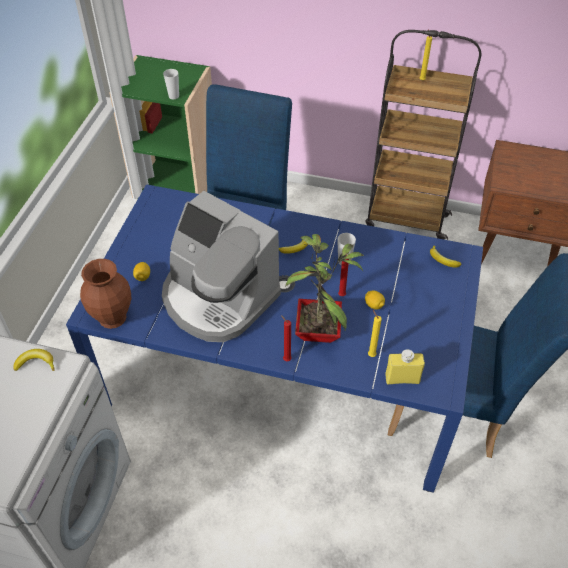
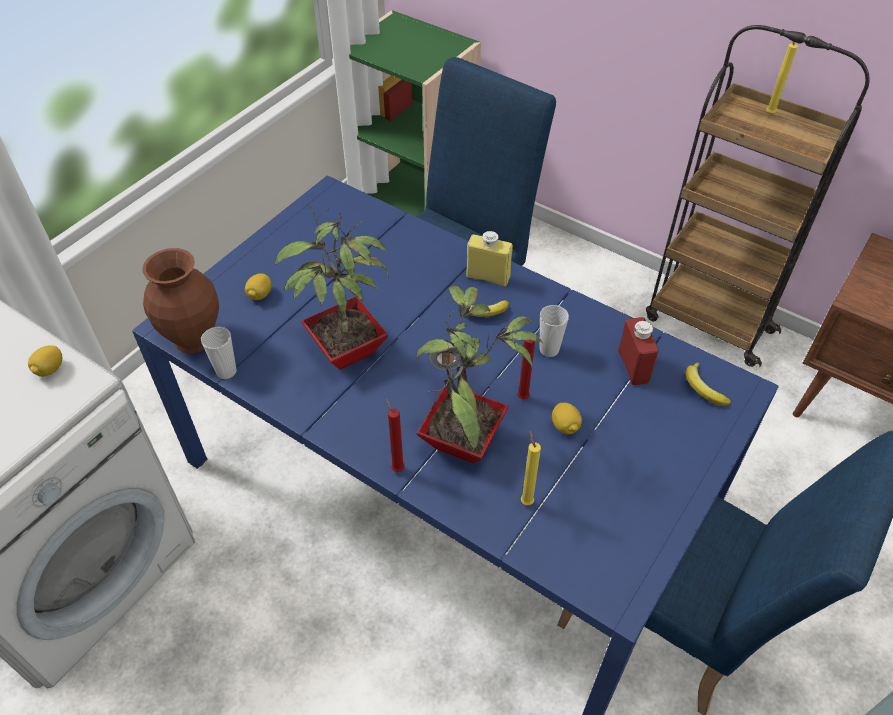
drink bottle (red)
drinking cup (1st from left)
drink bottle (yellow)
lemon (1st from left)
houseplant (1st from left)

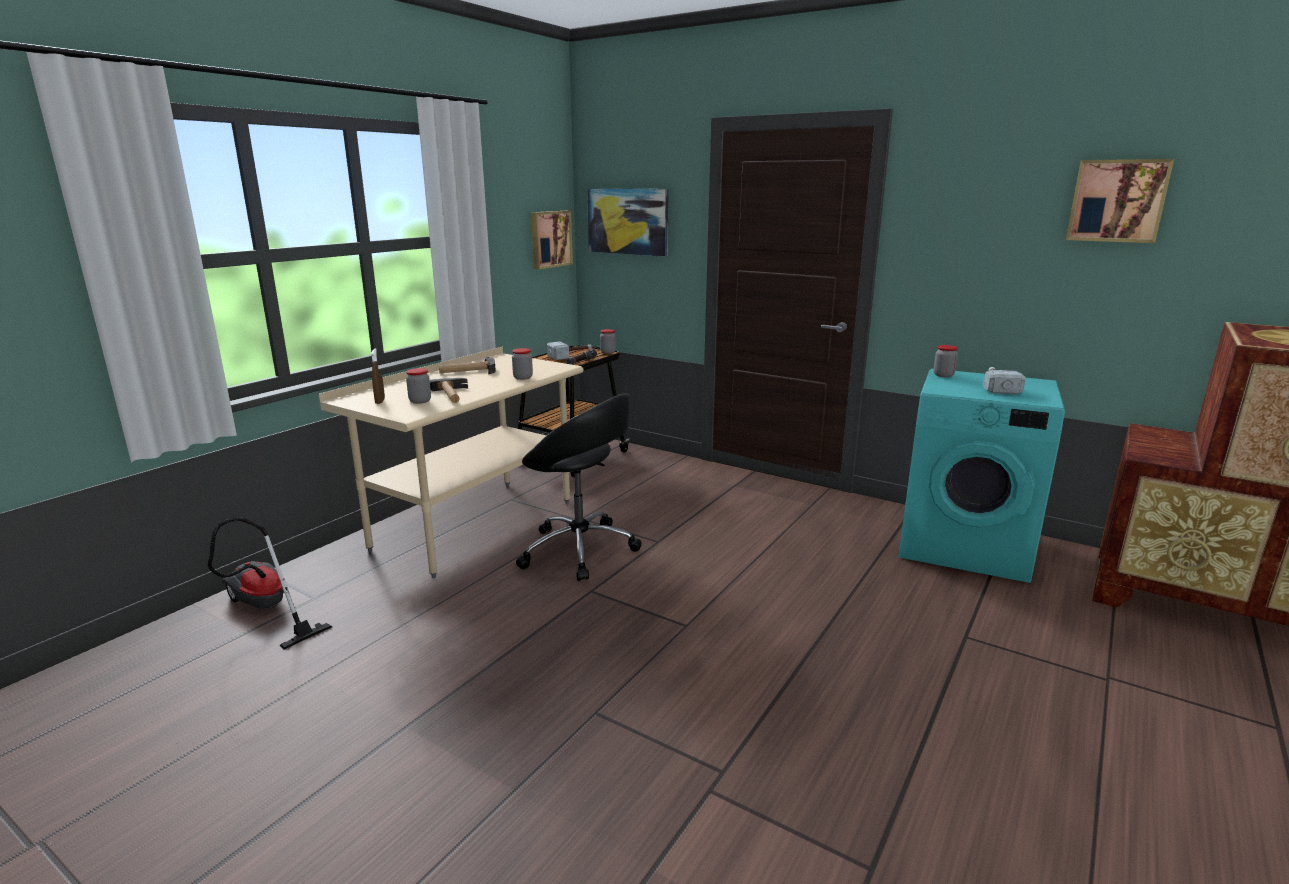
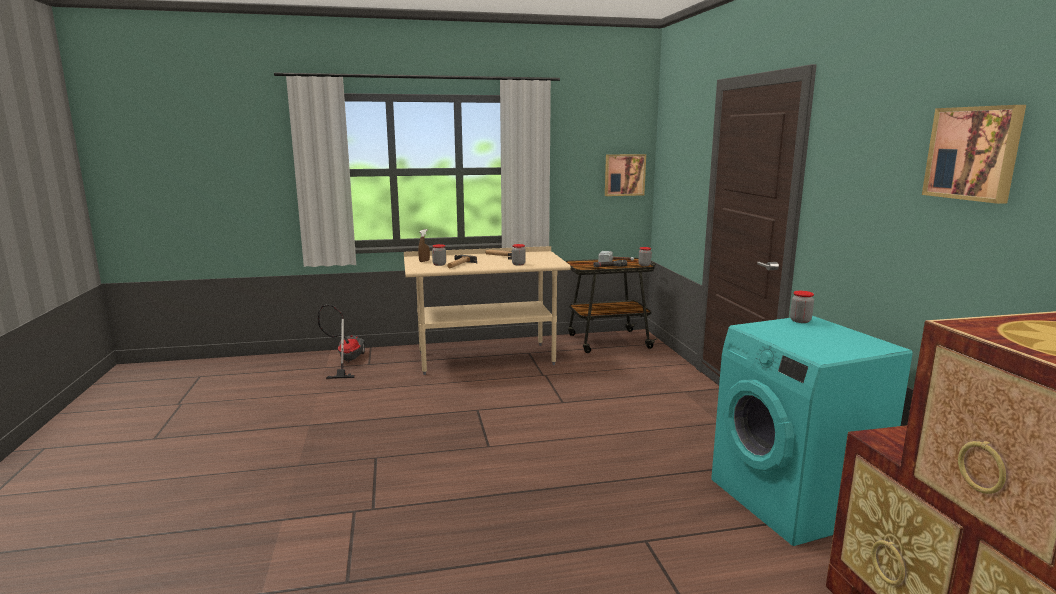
computer chair (black-coloured)
wall picture (2nd from left in the first image)
hammer (4th from left in the first image)

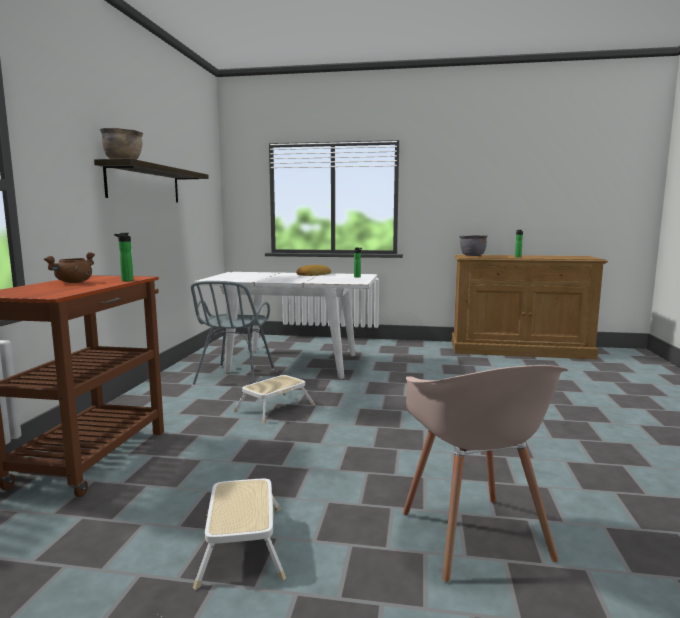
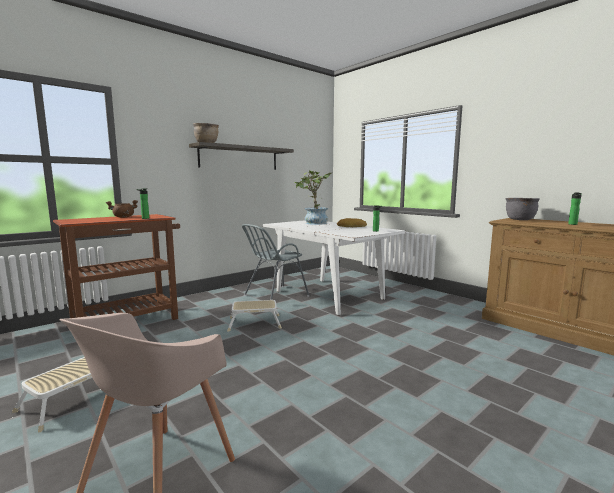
houseplant

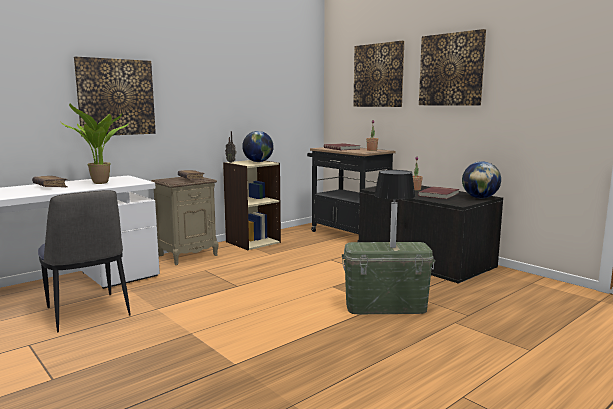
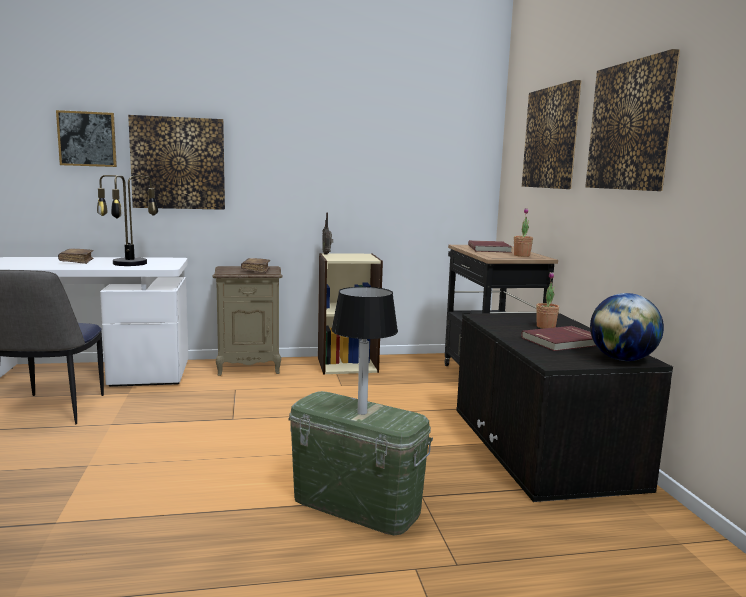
world globe (1st from left in the first image)
wall picture (1st from left)
tabletop lamp (1st from left)

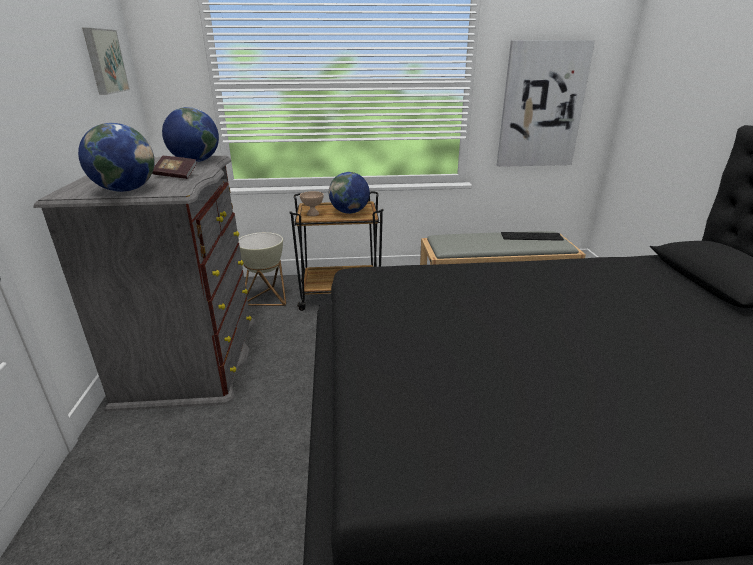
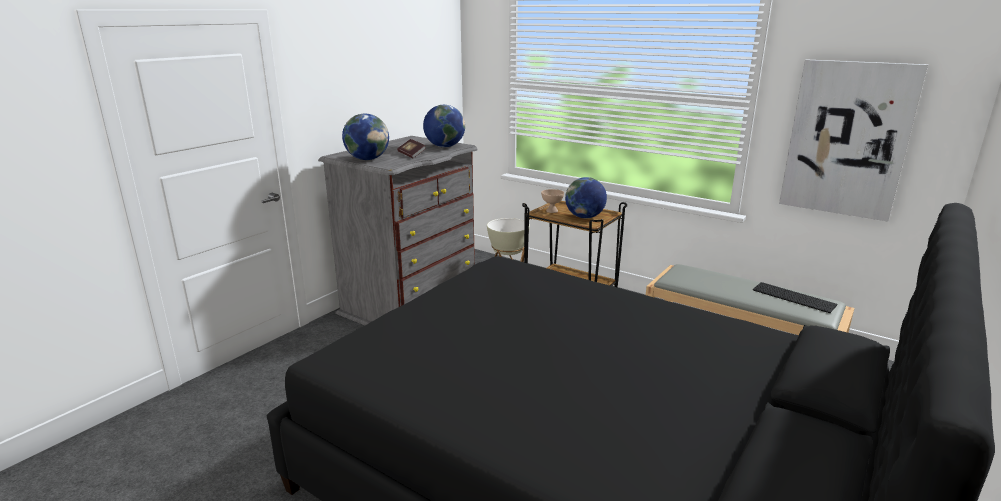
wall picture (1st from left in the first image)

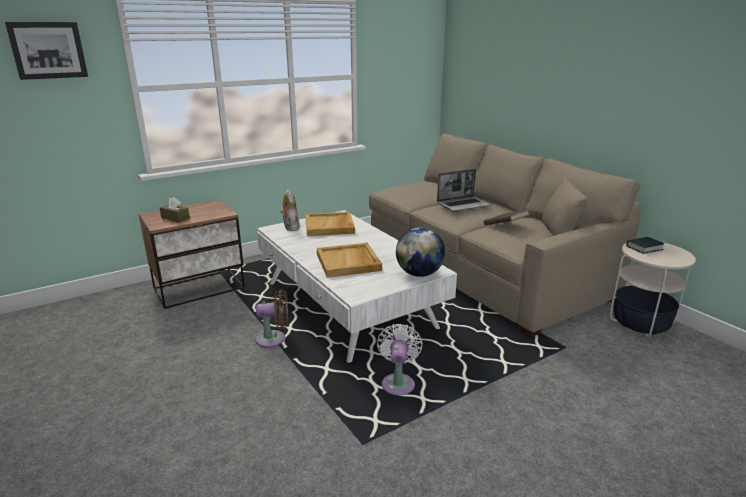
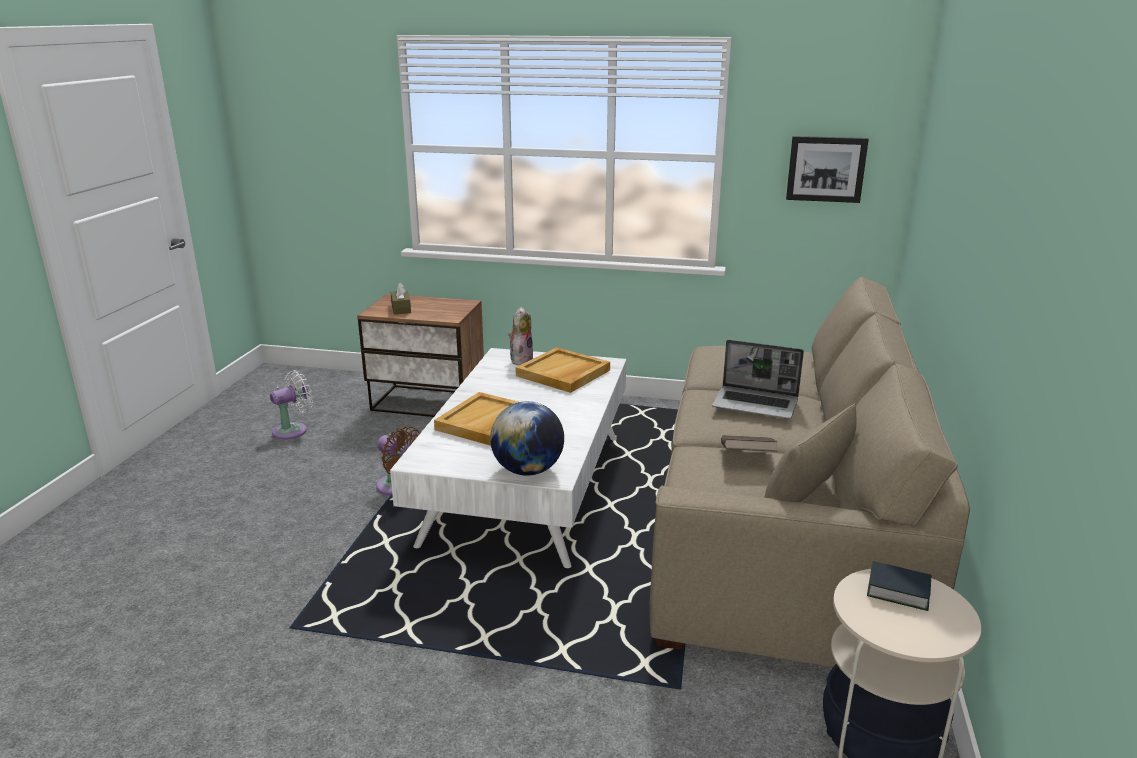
wall picture
fan (white-coloured)

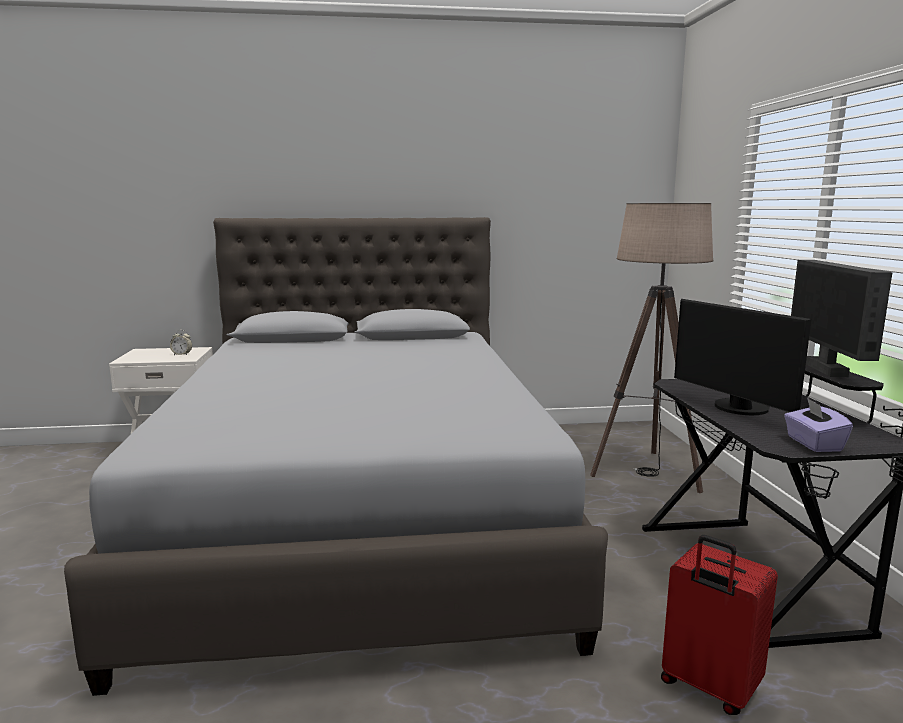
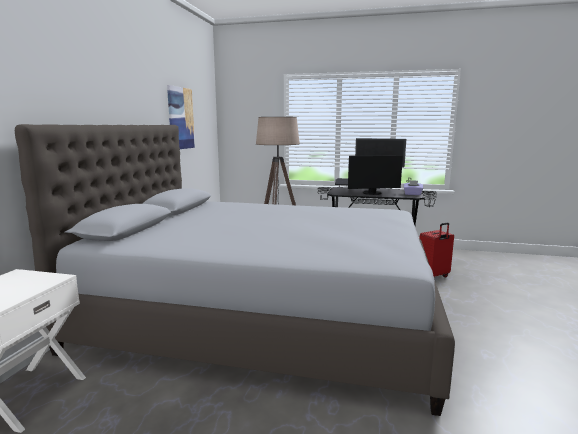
alarm clock
wall picture

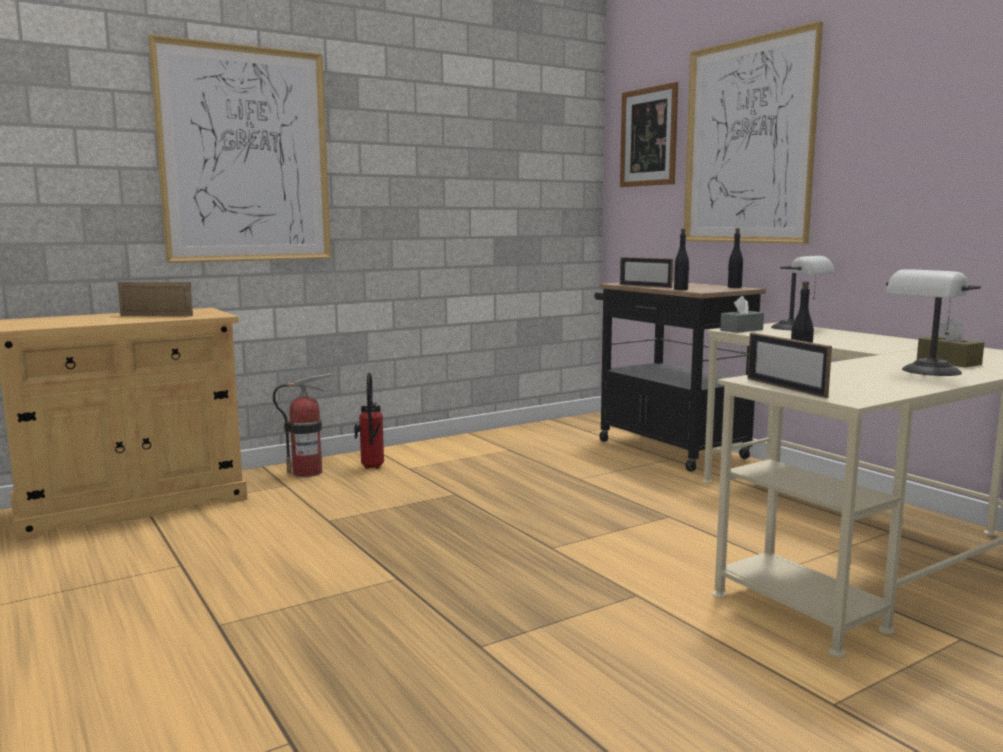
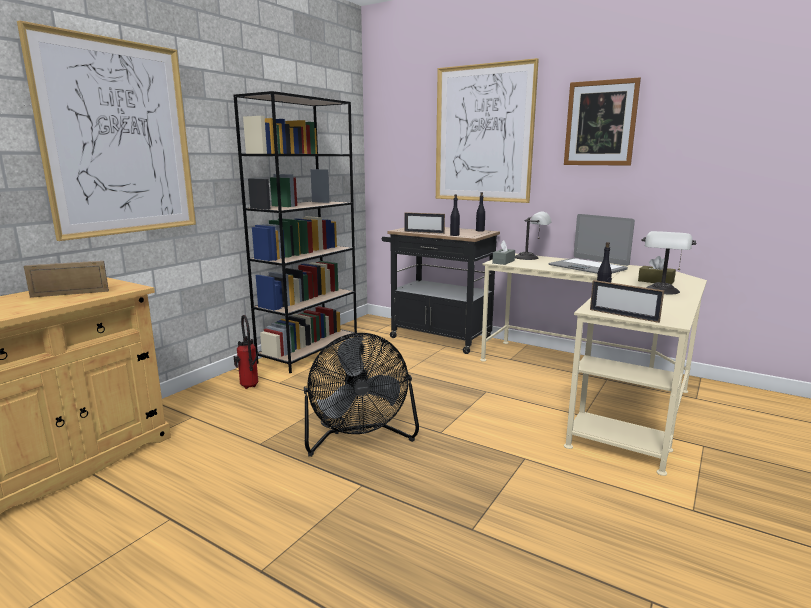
fire extinguisher (1st from left in the first image)
bookshelf (beige)
fan (black-coloured)
laptop
wall picture (3rd from left)

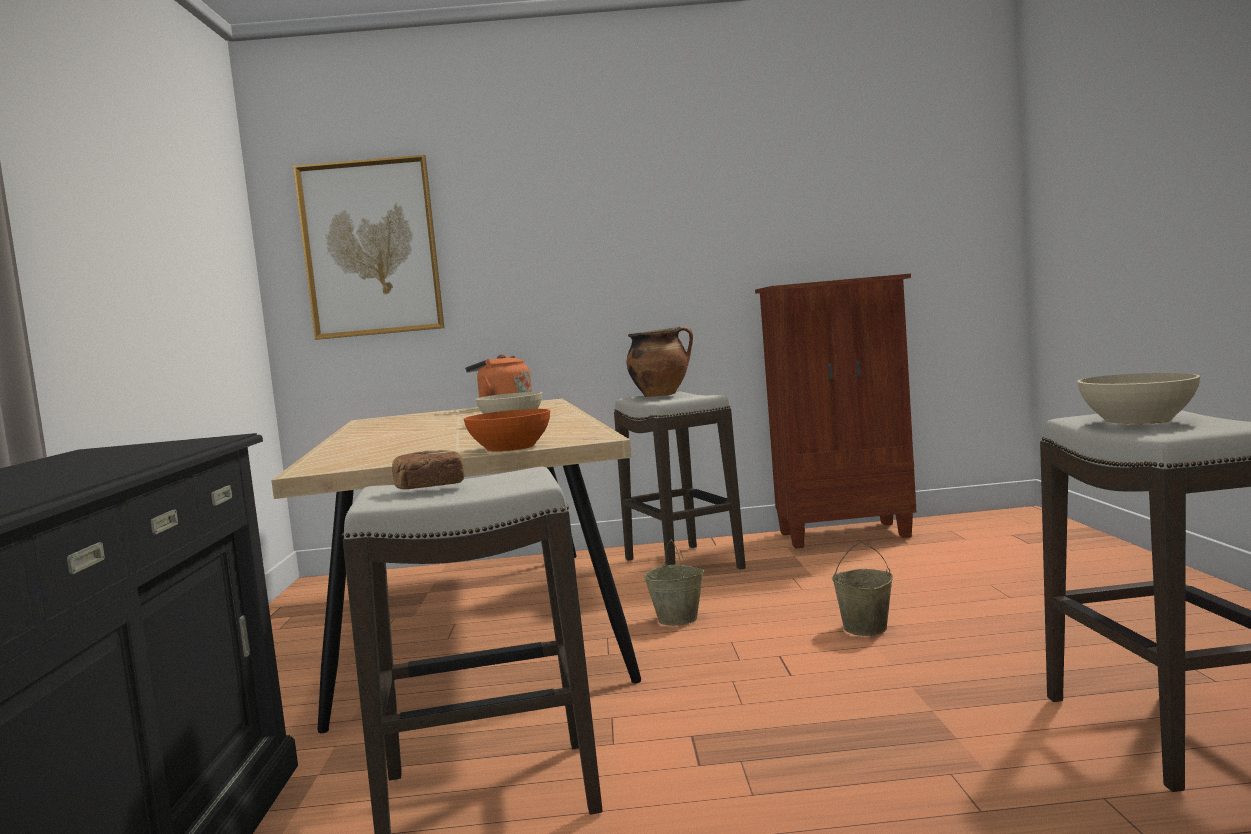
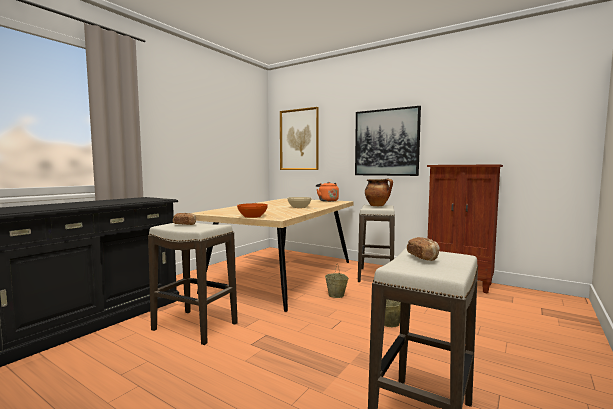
wall picture (2nd from left)
baked bread (2nd from left)

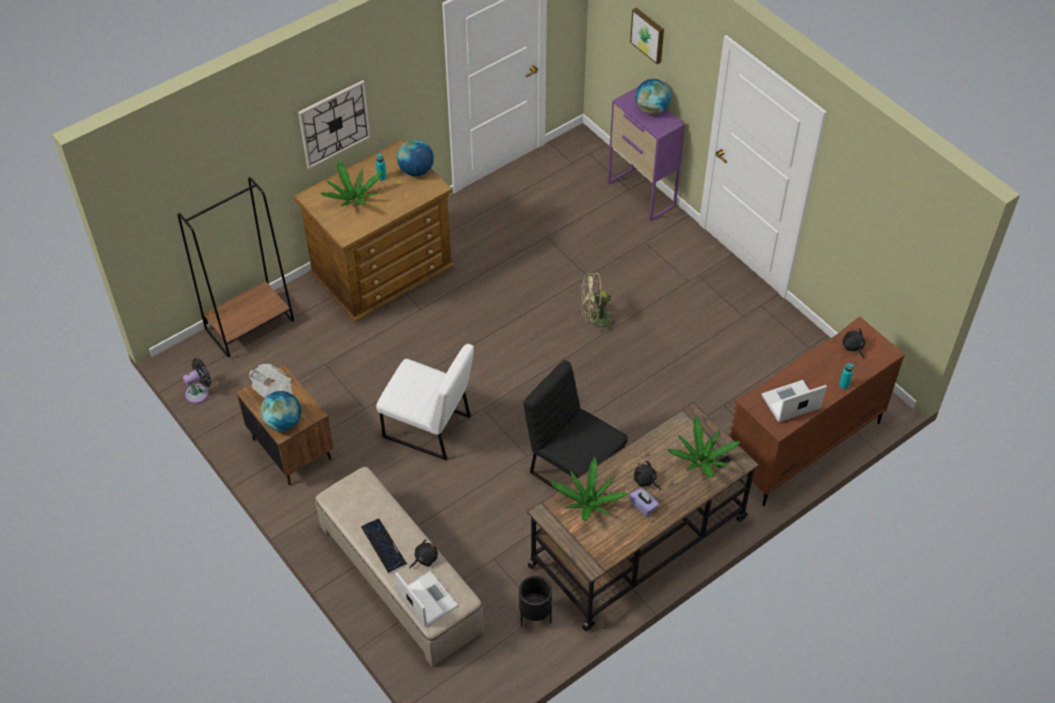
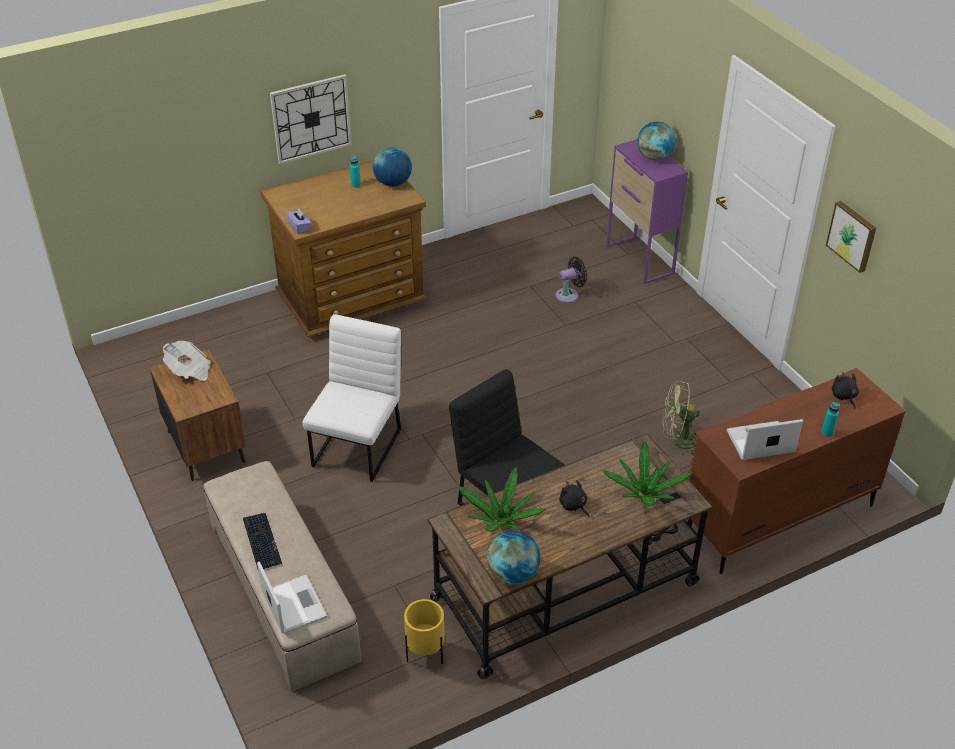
clothes rack
houseplant (1st from left in the first image)
cuddly toy (black-coloured) (1st from left in the first image)
fan (black-coloured)
world globe (2nd from left)
fan (green)
tissue box (purple-coloured)
wall picture
planter (yellow)
chair (white-coloured)

